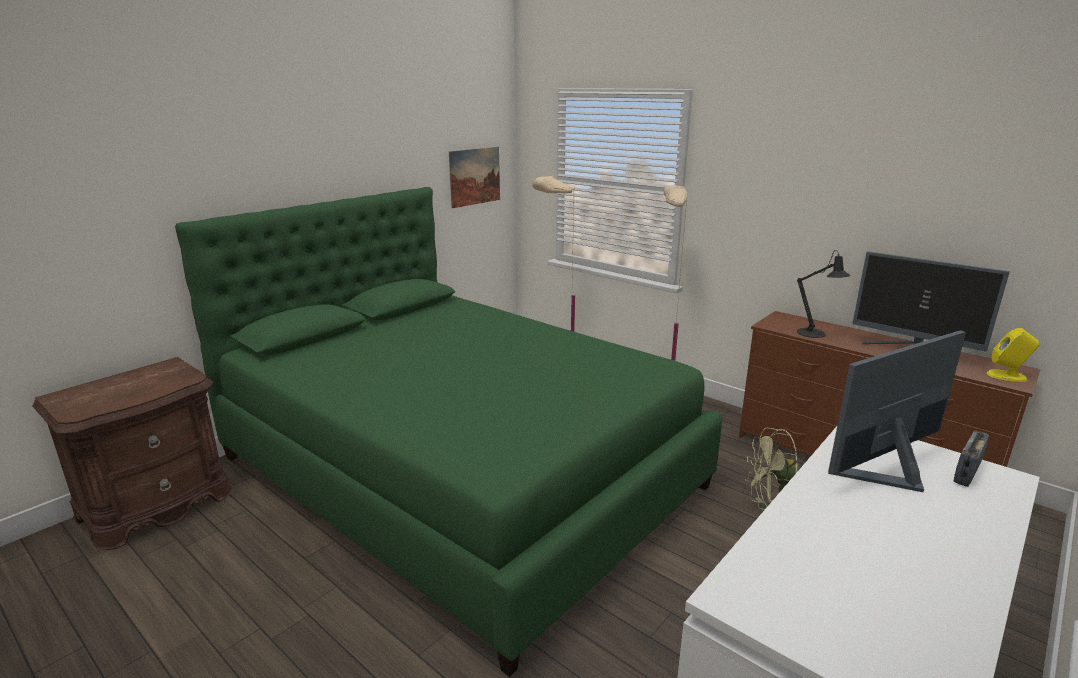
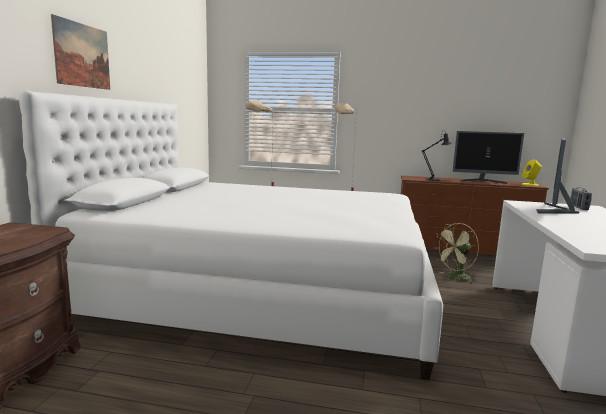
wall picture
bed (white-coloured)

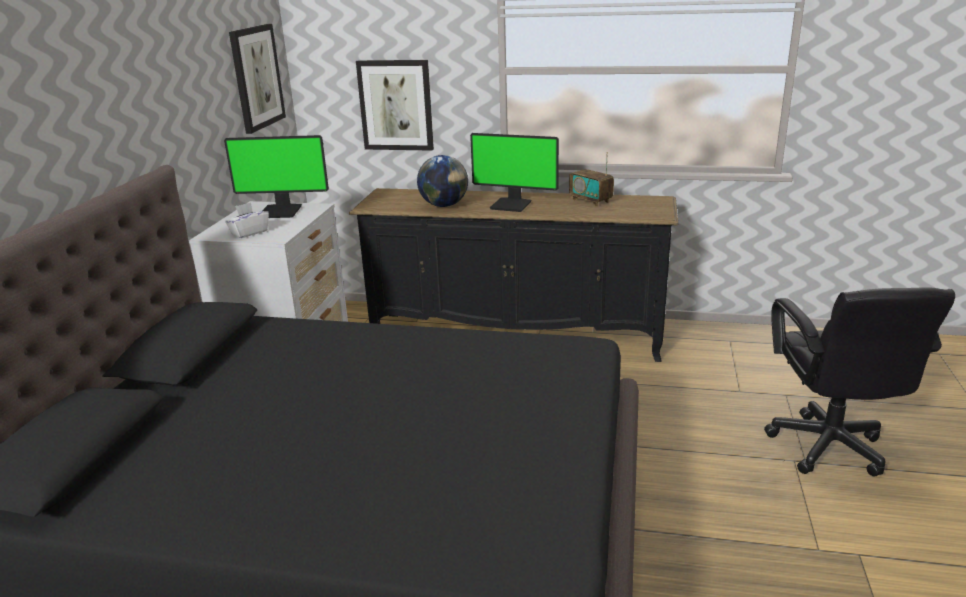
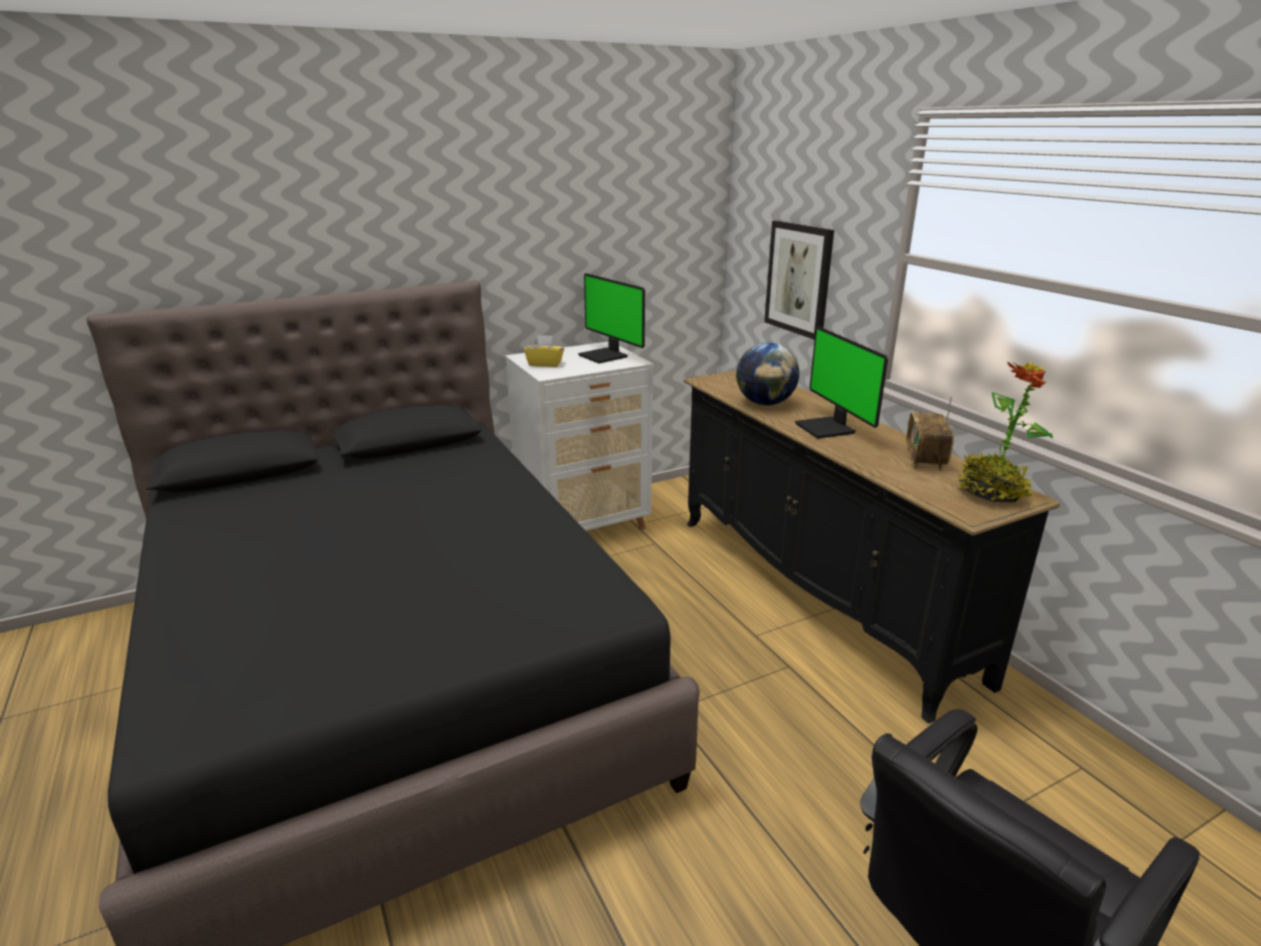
wall picture (1st from left in the first image)
houseplant
tissue box (yellow)

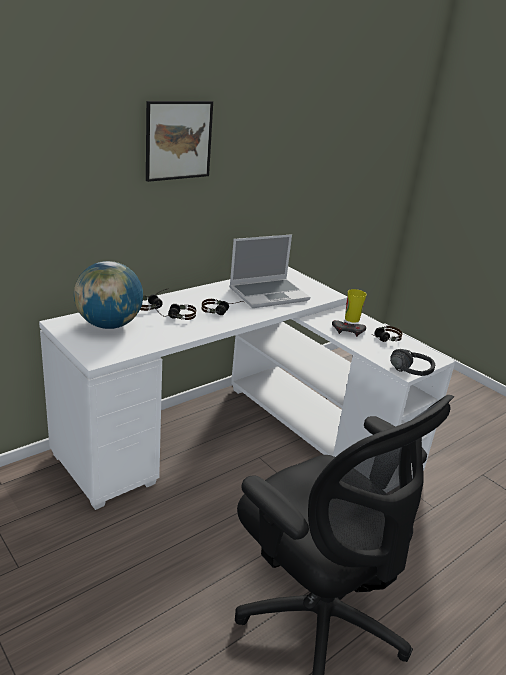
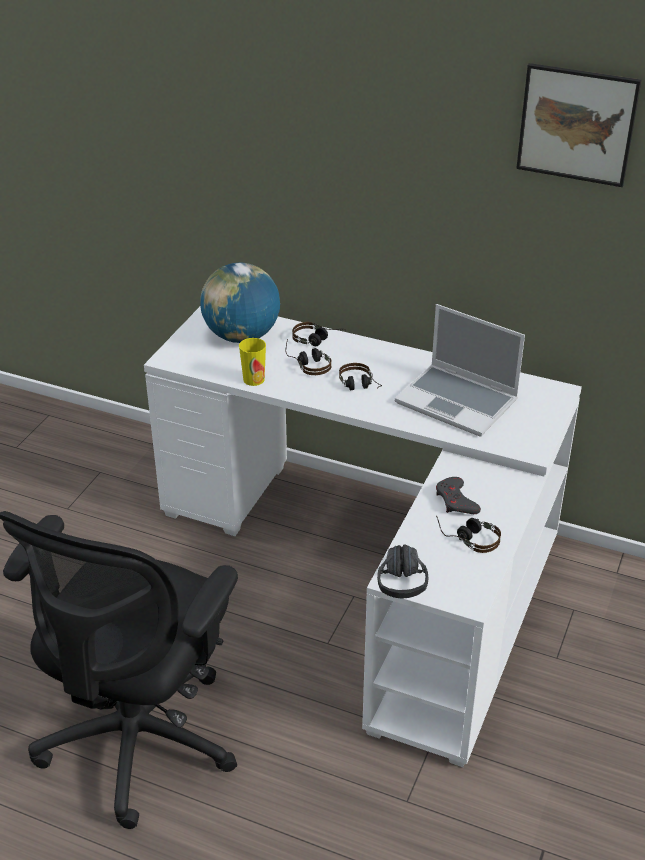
wall picture
drinking cup

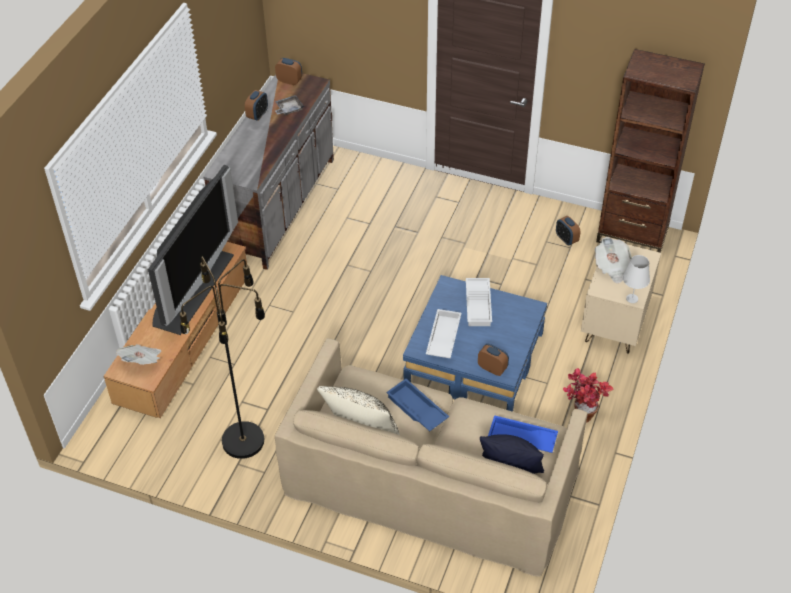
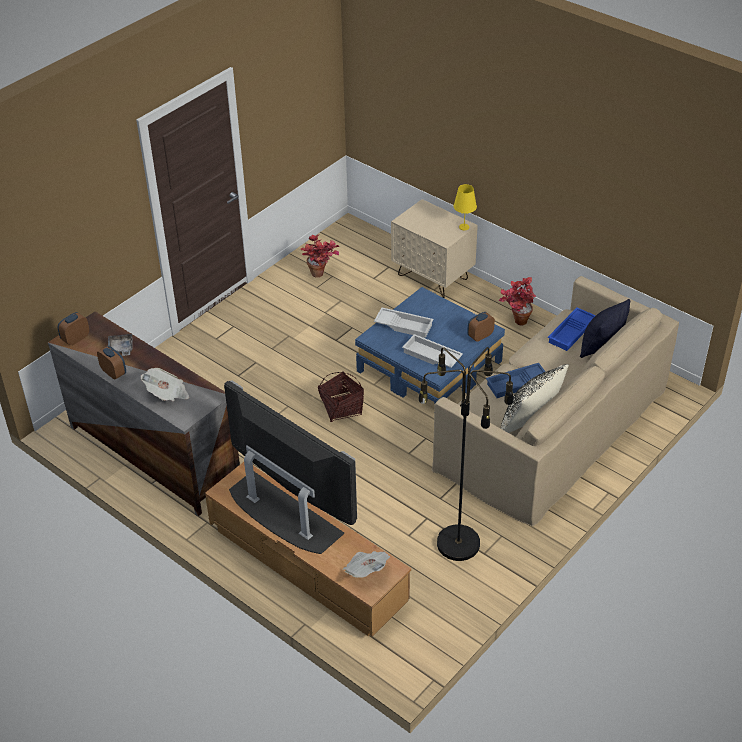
bookshelf (brown)
basket
daily paper (1st from left)
houseplant (1st from left)
tabletop lamp (yellow)

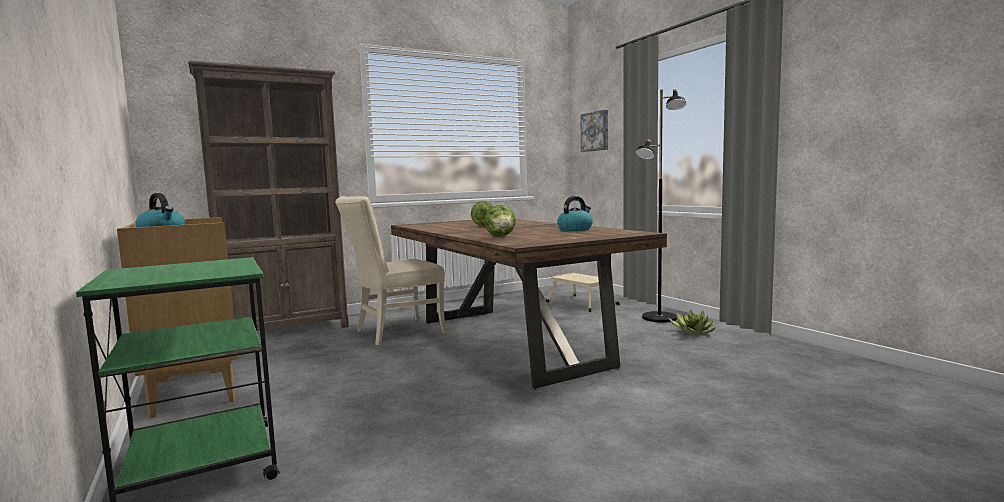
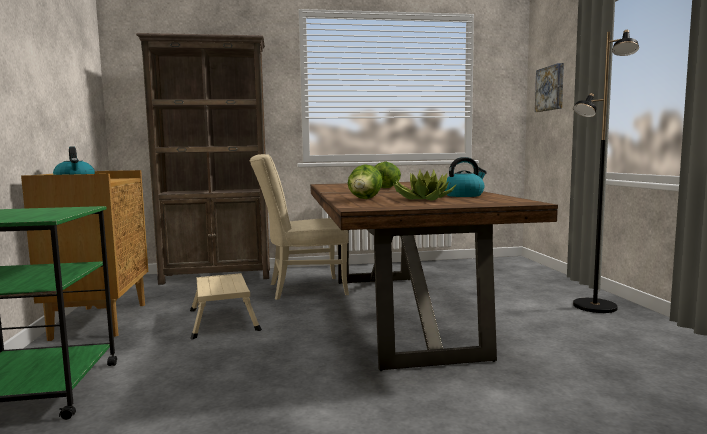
step ladder (beige)
houseplant

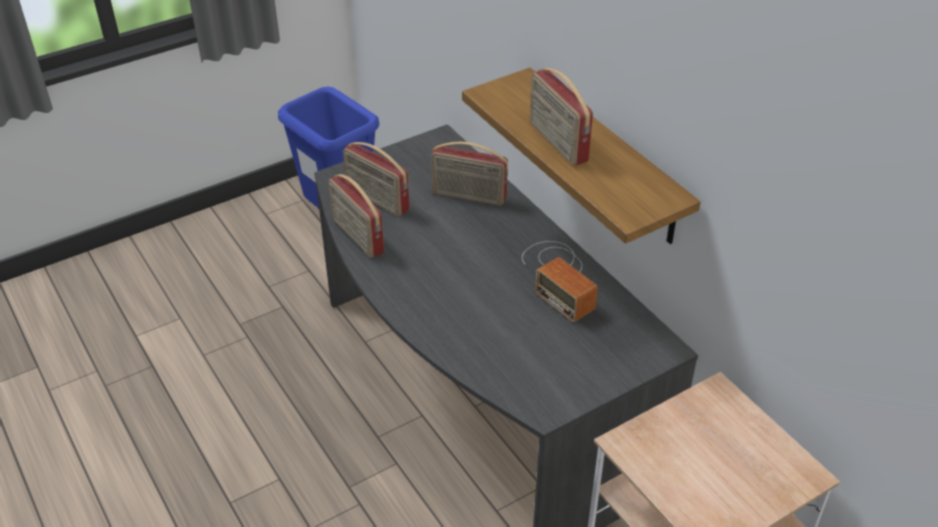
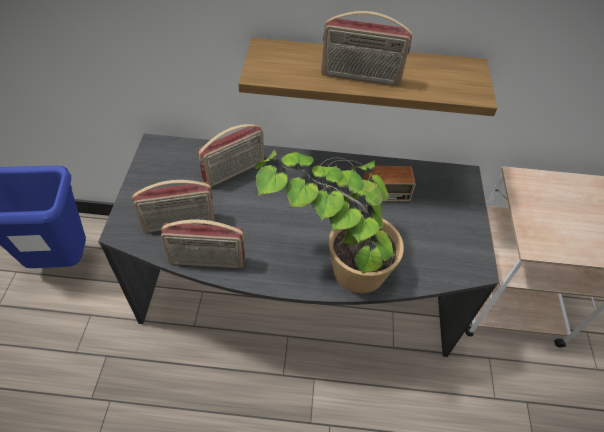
houseplant

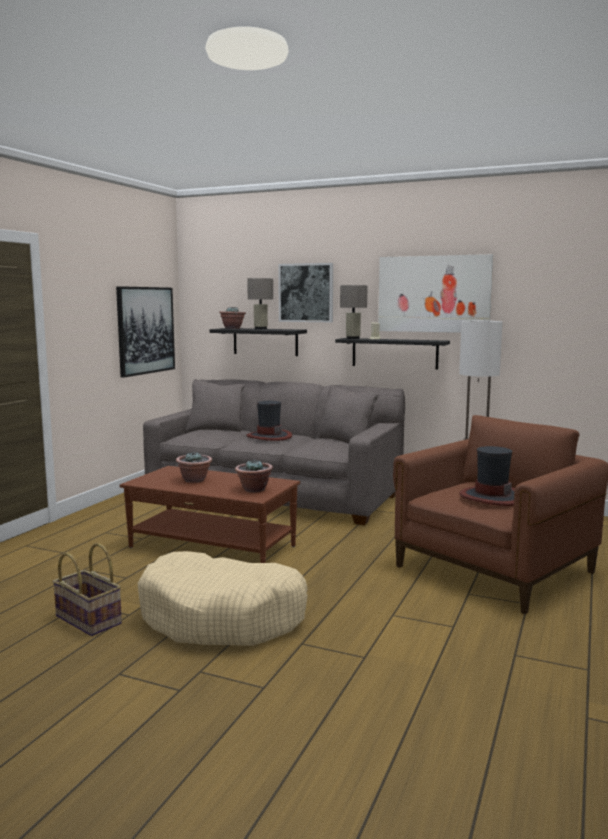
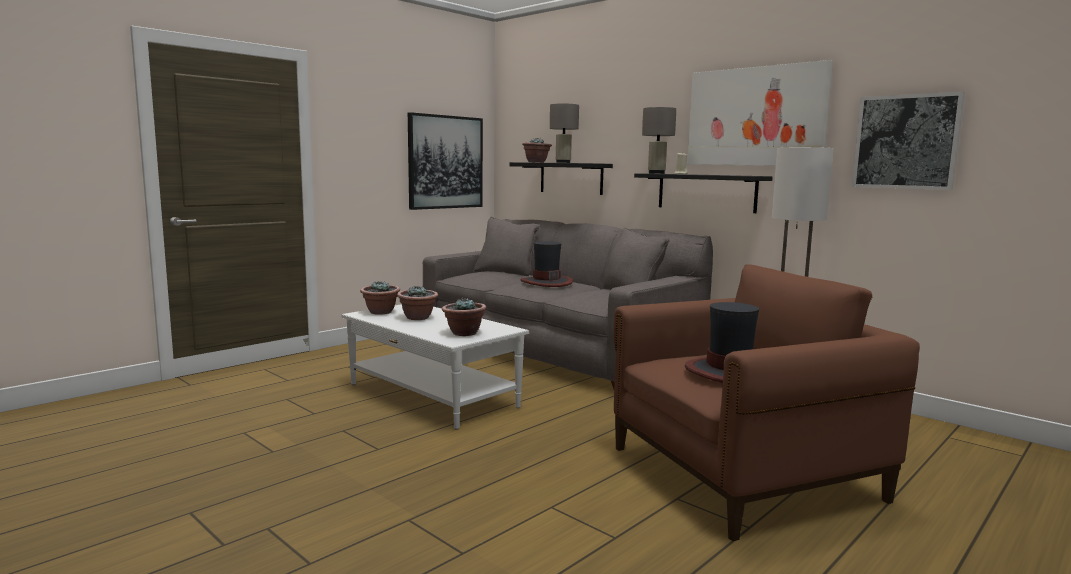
basket
dog bed (beige)
houseplant (1st from left)
wall picture (3rd from left)
low table (white-coloured)

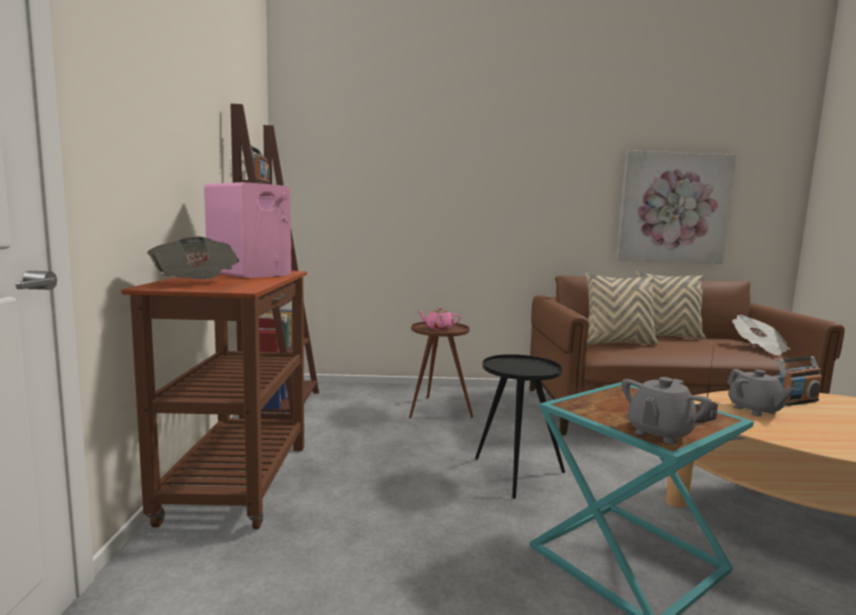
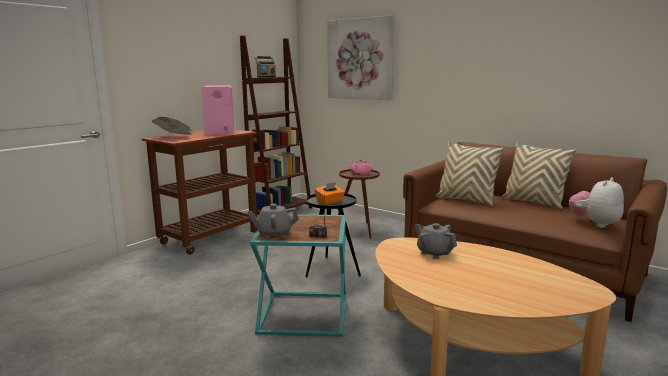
radio set (3rd from left in the first image)
tissue box (orange-coloured)
wall picture
cuddly toy
tea pot (greyish) (2nd from left)

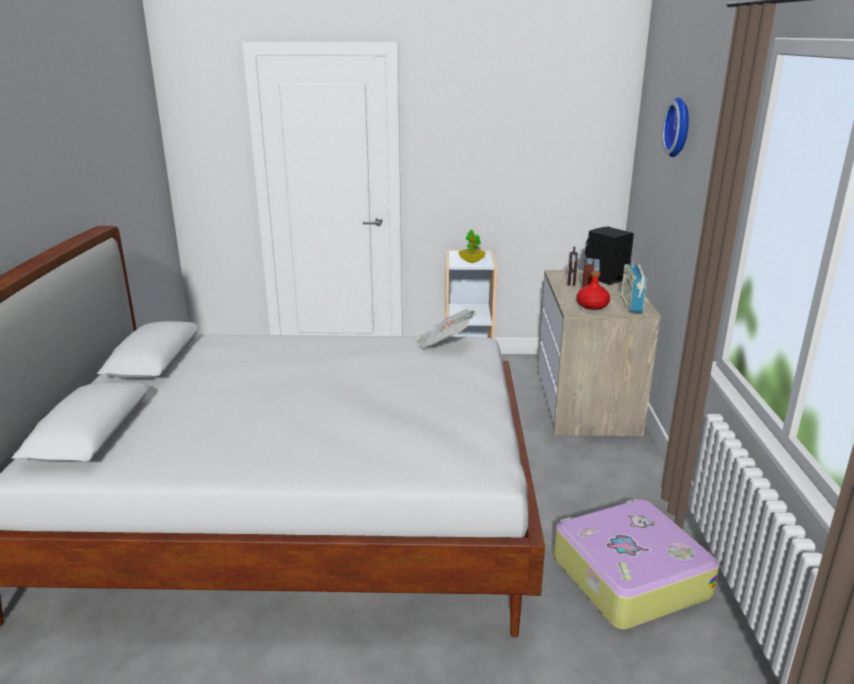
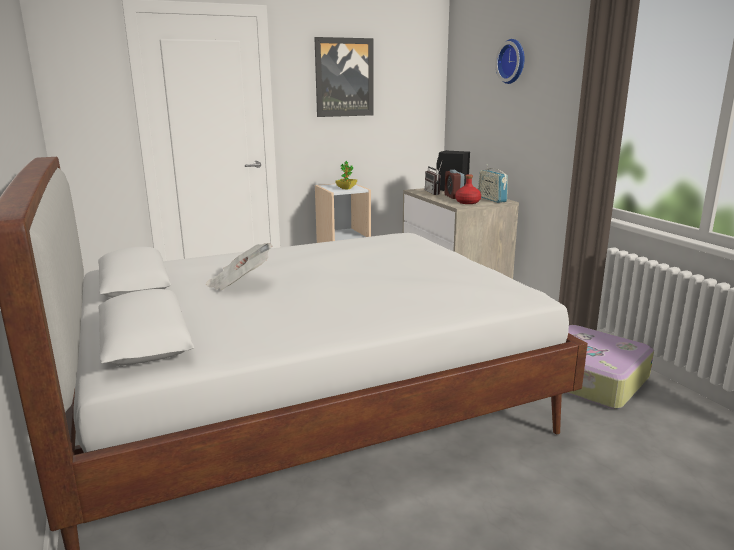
wall picture
daily paper

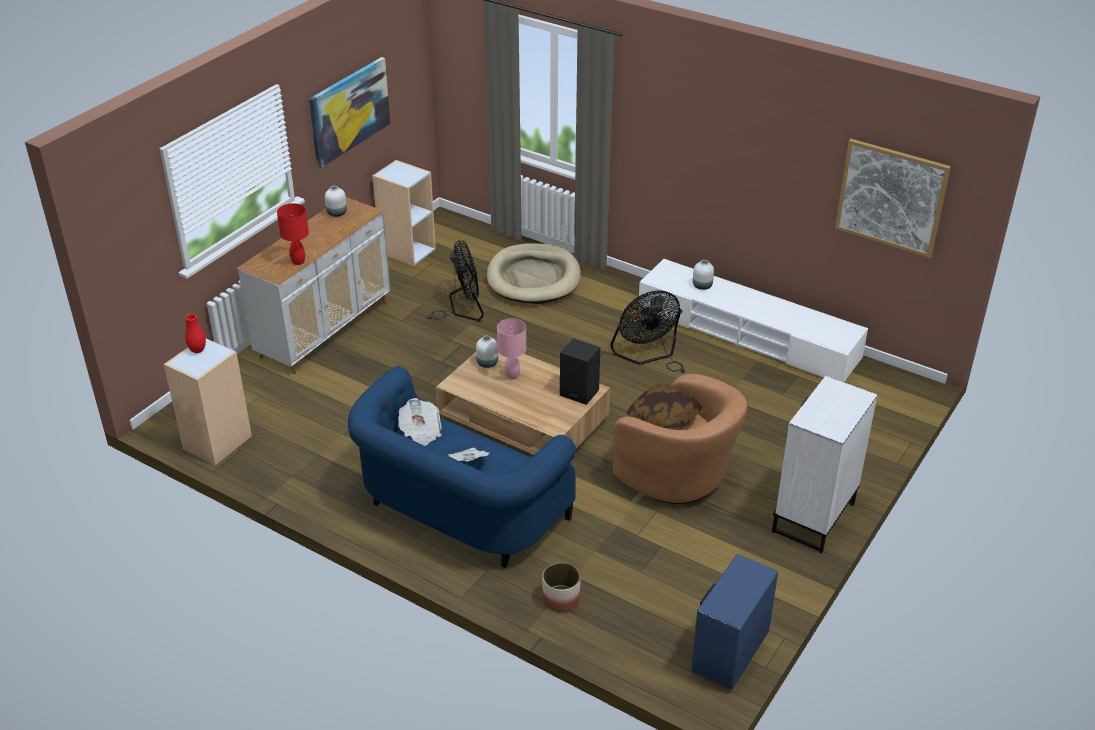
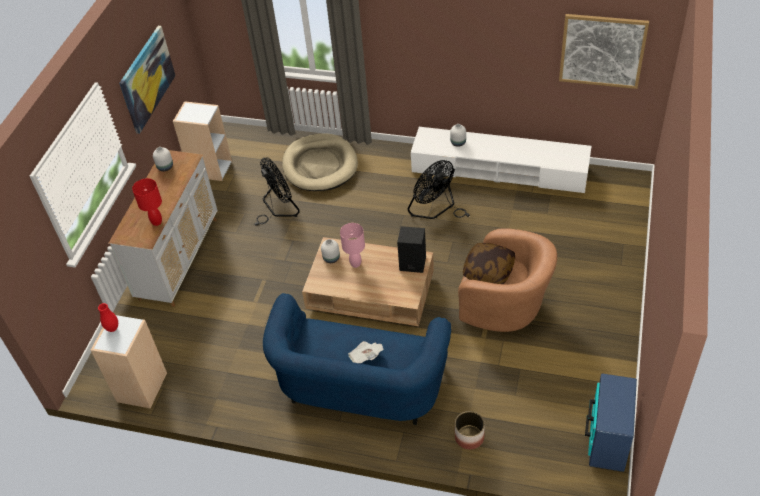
daily paper (1st from left in the first image)
drawer chest (white-coloured)

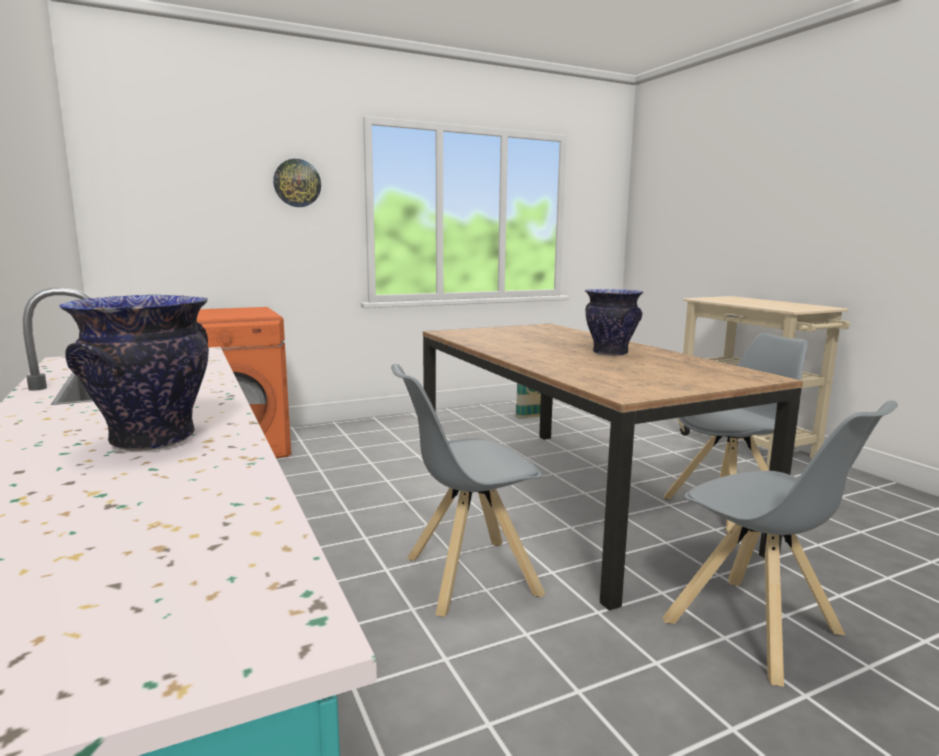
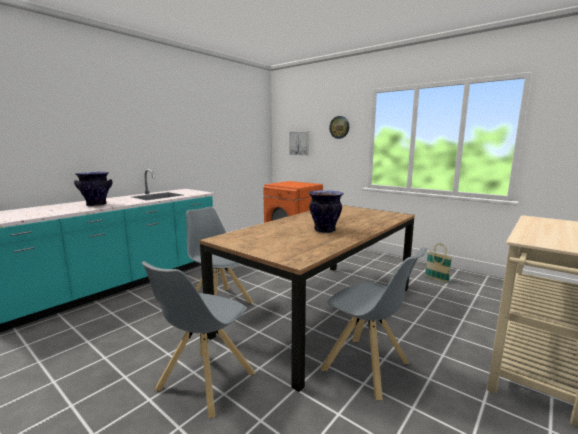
wall picture

